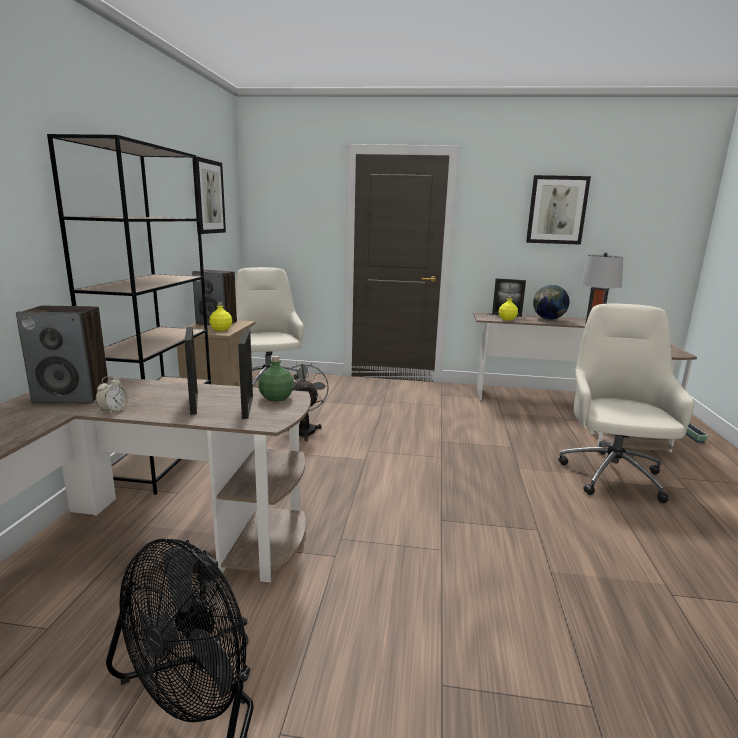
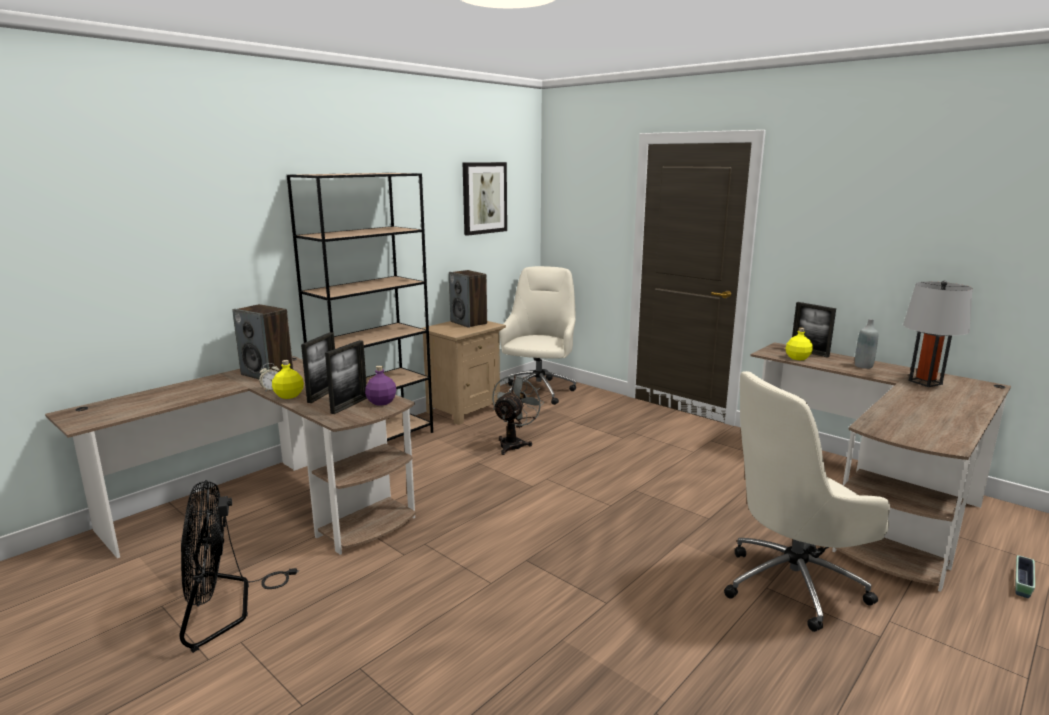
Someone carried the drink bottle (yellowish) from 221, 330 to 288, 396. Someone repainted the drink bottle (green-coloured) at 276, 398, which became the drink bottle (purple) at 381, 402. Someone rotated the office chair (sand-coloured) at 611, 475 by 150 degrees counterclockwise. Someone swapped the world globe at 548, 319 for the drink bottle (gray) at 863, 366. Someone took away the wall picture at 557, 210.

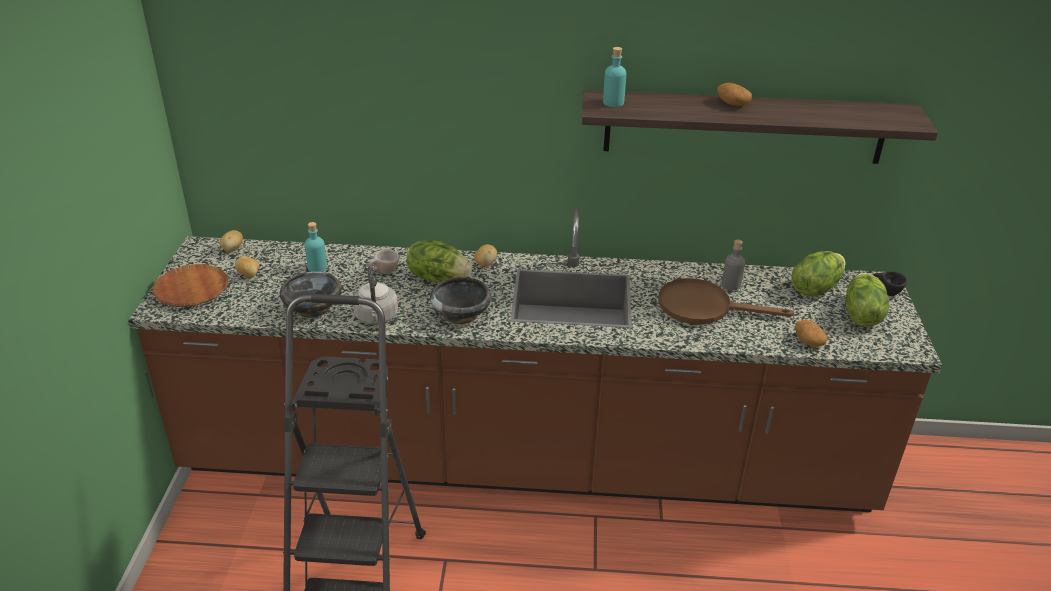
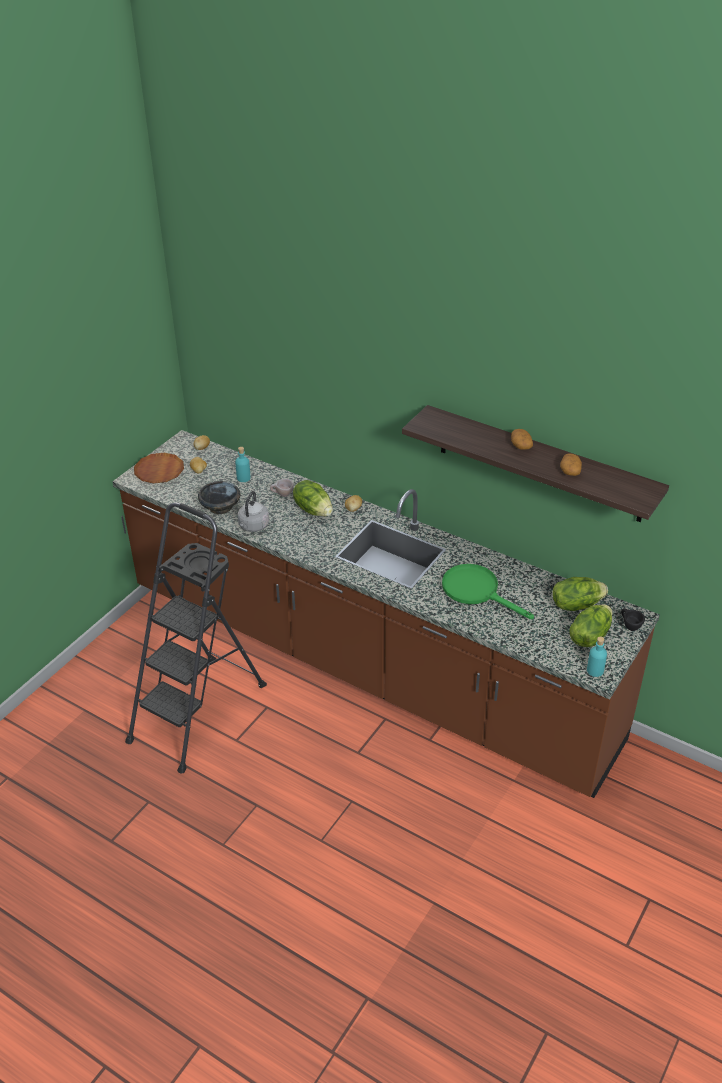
Someone repainted the skillet (brownish) at 704, 307, which became the skillet (green-coloured) at 477, 591. Someone carried the potato from 808, 341 to 570, 471. Someone carried the drink bottle (turquoise-coloured) from 613, 103 to 595, 670. Someone took away the serving bowl (black) at 461, 314. Someone took away the drink bottle (gray) at 731, 285.

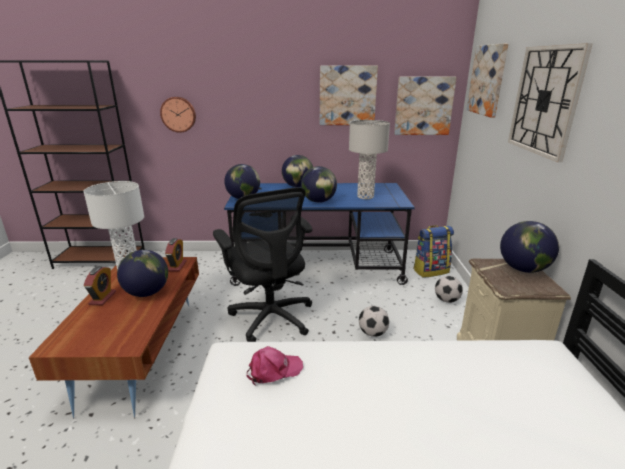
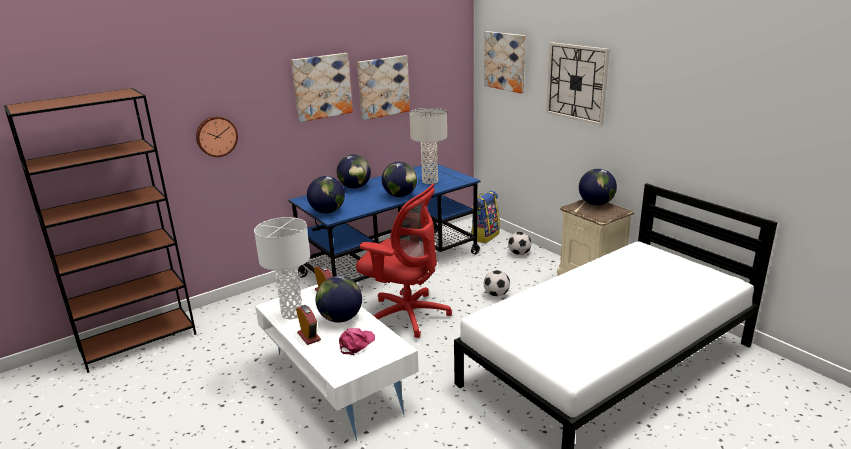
Someone repainted the low table (brownish) at 141, 352, which became the low table (whitish) at 336, 383. Someone carried the wall picture from 423, 106 to 322, 86. Someone carried the cap (pinkish) from 273, 370 to 356, 344. Someone repainted the office chair (black) at 268, 315, which became the office chair (red-coloured) at 403, 315.

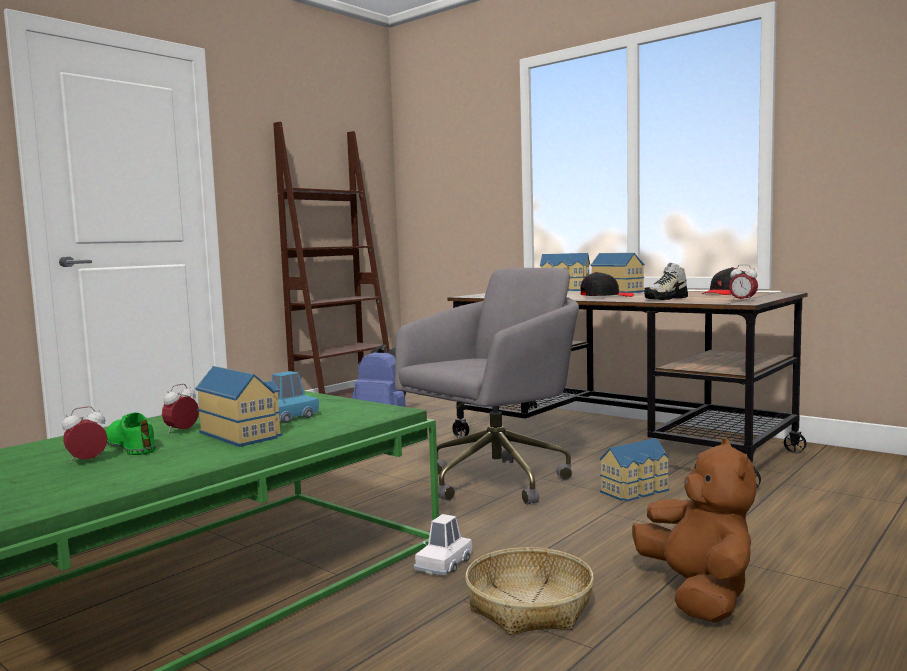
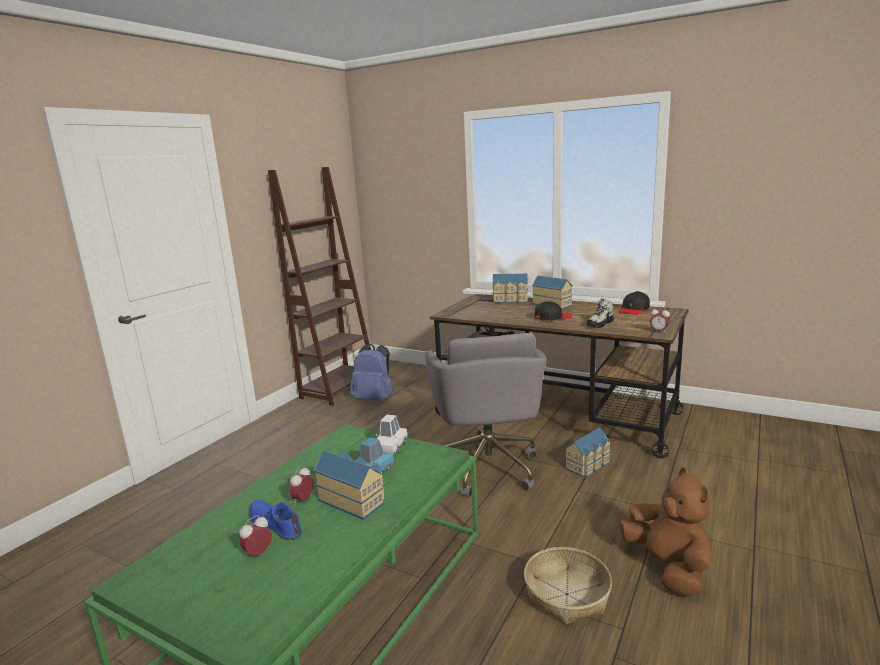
Someone repainted the shoe (green-coloured) at 131, 444, which became the shoe (bluish) at 275, 524. Someone carried the toy car (whitish) from 444, 564 to 390, 446. Someone rotated the office chair (gray) at 492, 484 by 135 degrees clockwise.

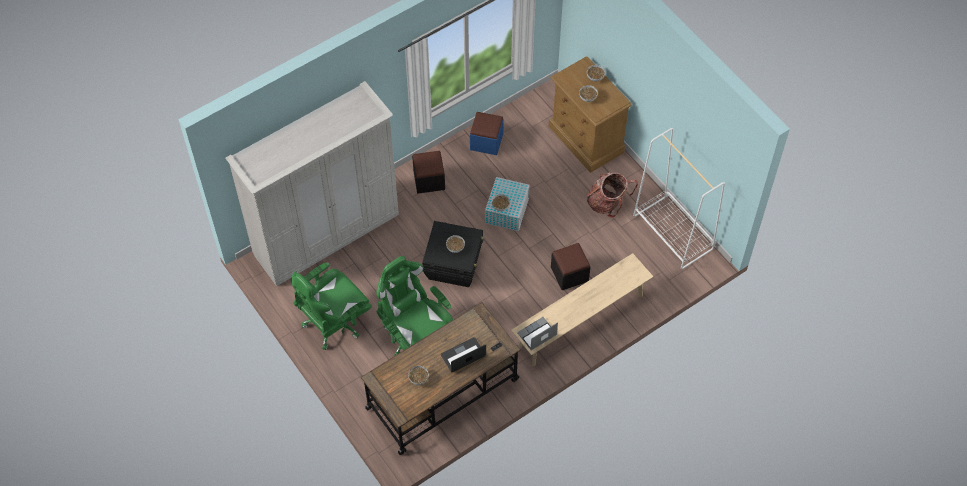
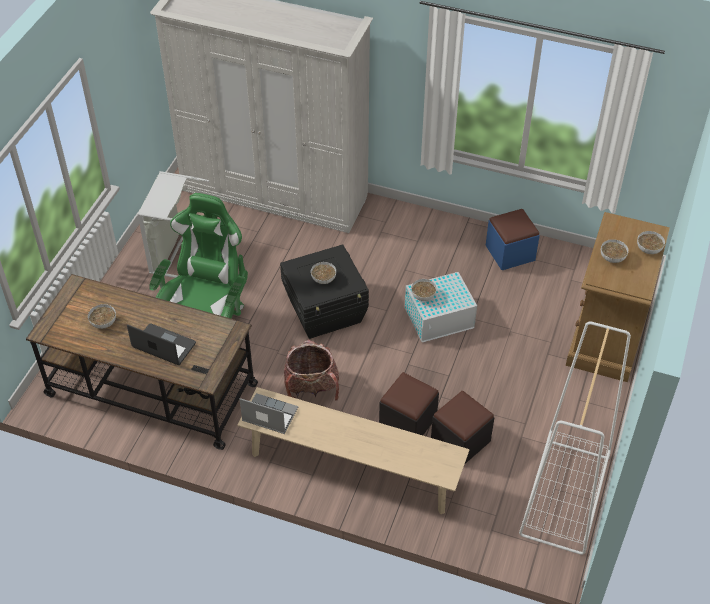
Someone swapped the office chair (green-coloured) at 335, 321 for the laundry basket (gray) at 175, 255. Someone carried the rucksack from 607, 203 to 311, 388. Someone carried the ottoman (black) from 429, 180 to 460, 441.

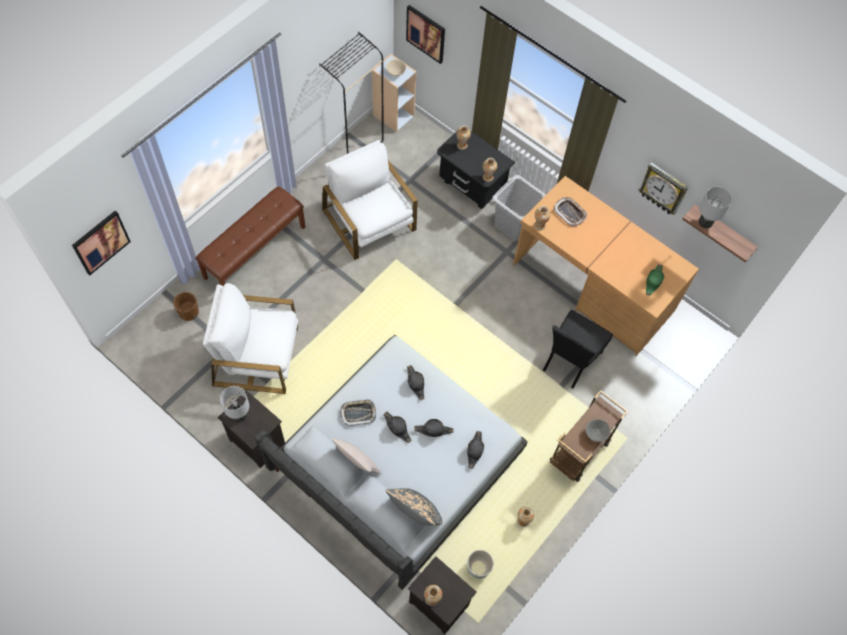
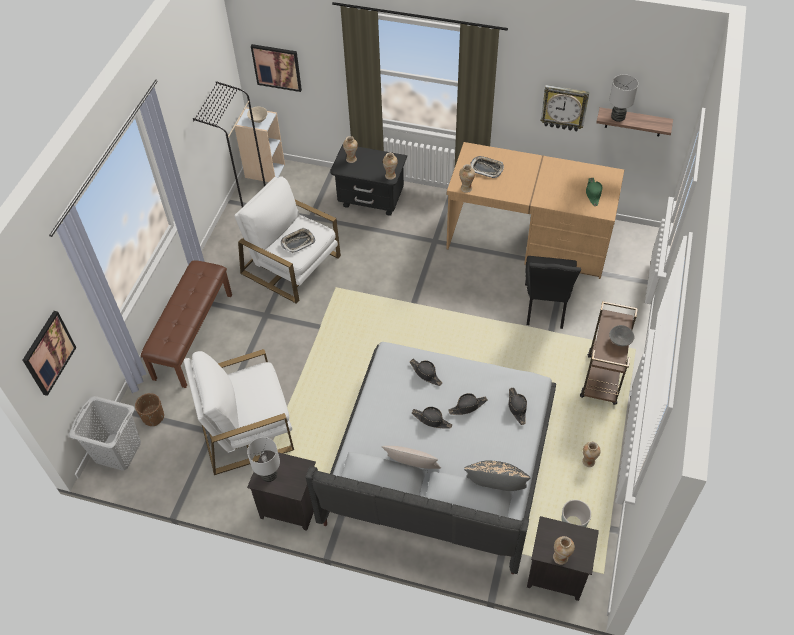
Someone carried the laundry basket (gray) from 513, 225 to 118, 452. Someone carried the serving tray from 358, 413 to 298, 242.

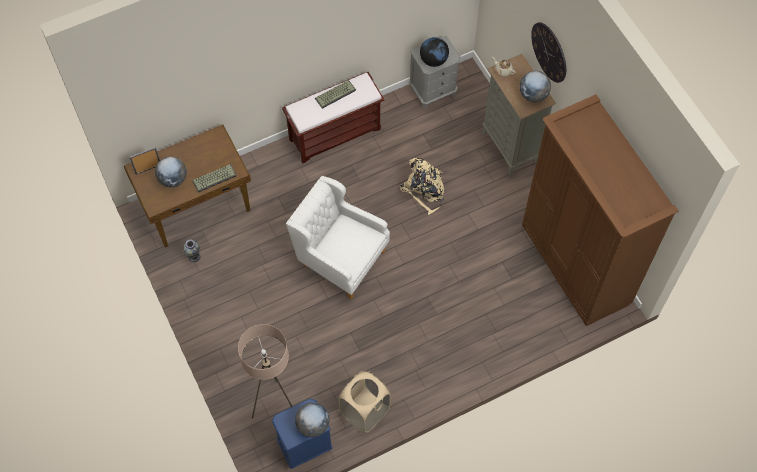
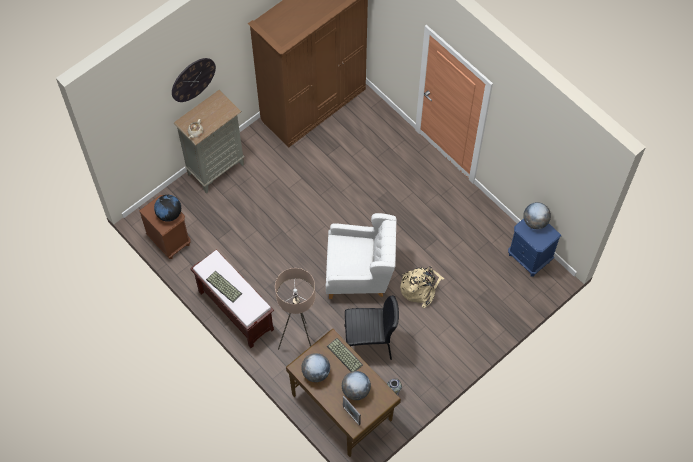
Someone repainted the nightstand (gray) at 433, 91, which became the nightstand (brownish) at 169, 241. Someone carried the standard lamp (sand-coloured) from 276, 406 to 299, 343. Someone carried the world globe from 533, 95 to 316, 372. Someone rotated the easy chair (whitish) at 339, 258 by 105 degrees counterclockwise. Someone put down the chair (black) at 370, 342. Someone carried the rucksack (sand-coloured) from 424, 190 to 420, 287. Someone took away the laundry basket (sand-coloured) at 365, 412.

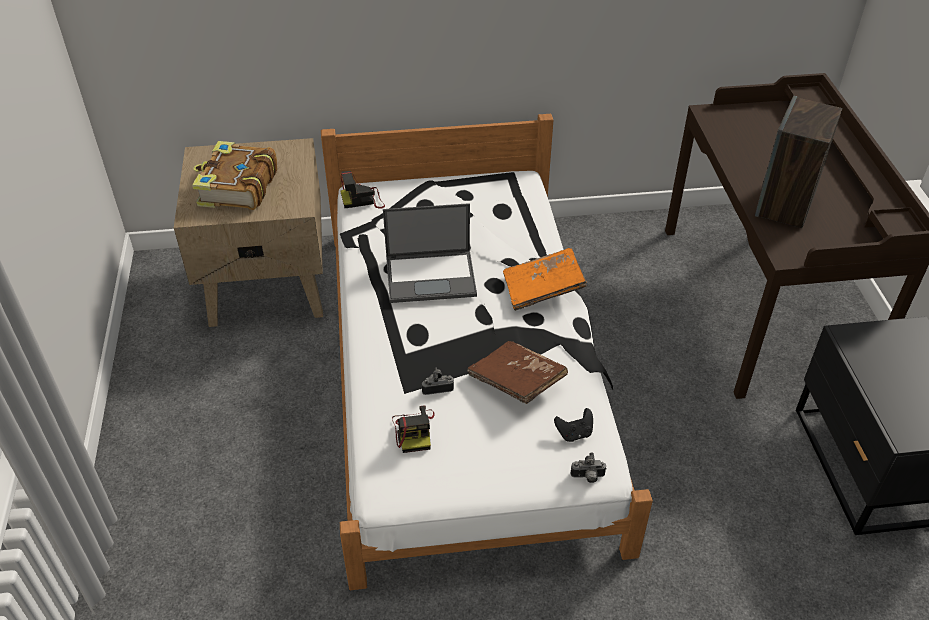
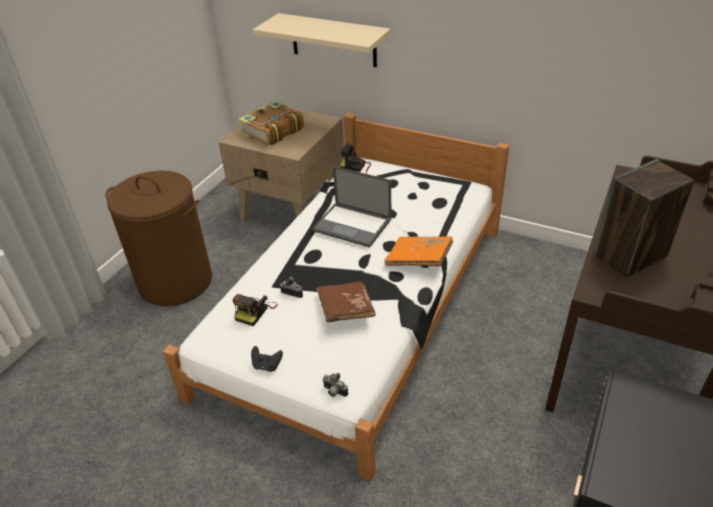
Someone put down the laundry basket (brownish) at 176, 281. Someone carried the game controller (black) from 574, 433 to 267, 366. Someone put up the wall shelf (sand-coloured) at 333, 40.

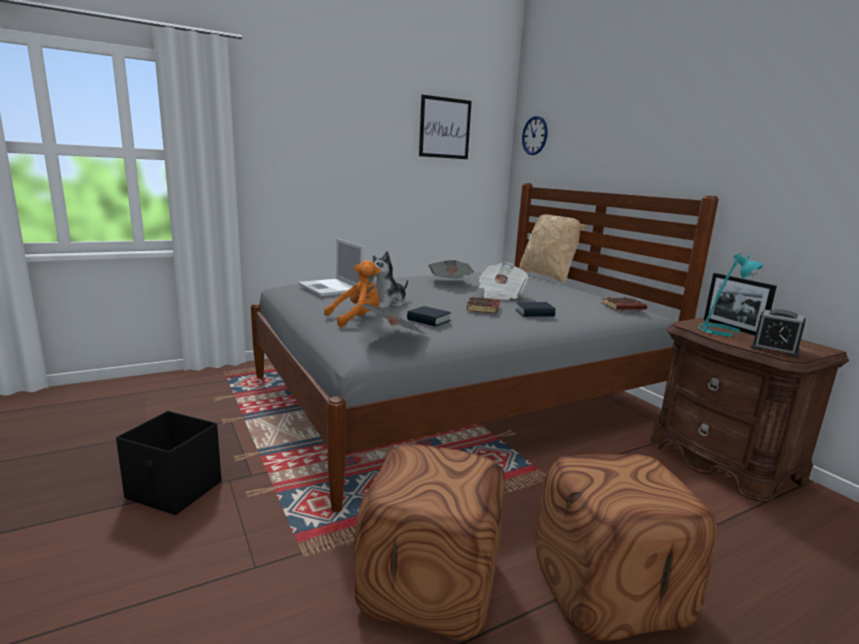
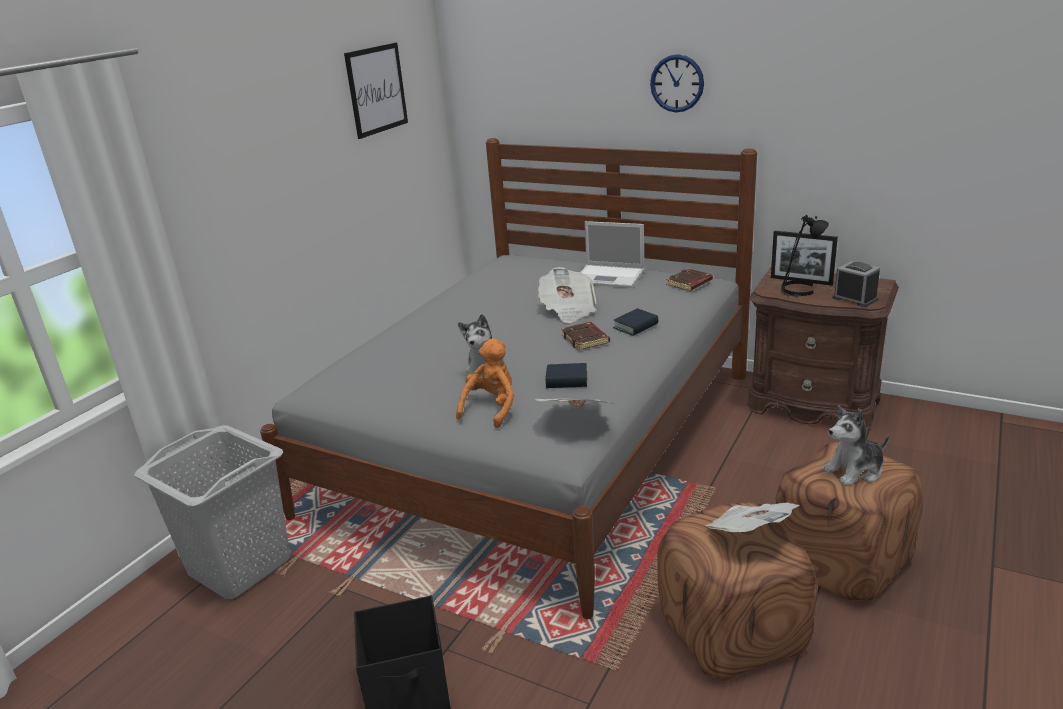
Someone put down the laundry basket (gray) at 240, 565. Someone carried the laptop from 331, 288 to 610, 277. Someone carried the hanging clock from 534, 135 to 677, 83. Someone carried the printed paper from 450, 282 to 749, 534. Someone repainted the table lamp (turquoise-coloured) at 720, 332, which became the table lamp (black) at 799, 290. Someone put down the soft toy at 854, 470. Someone rotated the table clock at 774, 349 by 135 degrees counterclockwise. Someone took away the pillow (sand-coloured) at 548, 277.

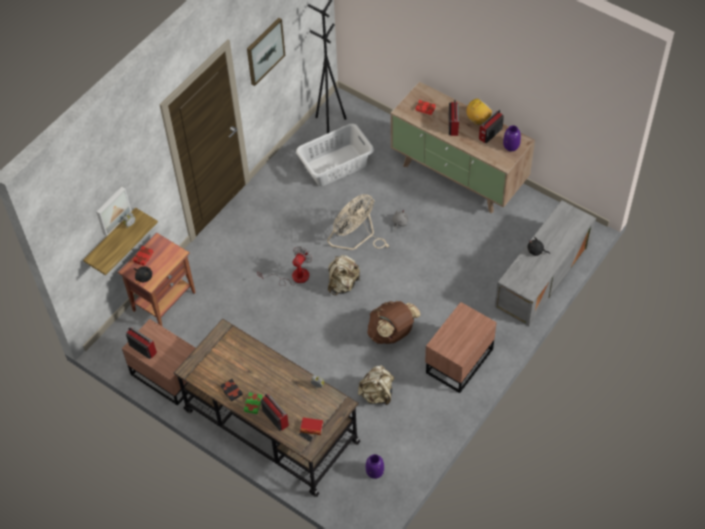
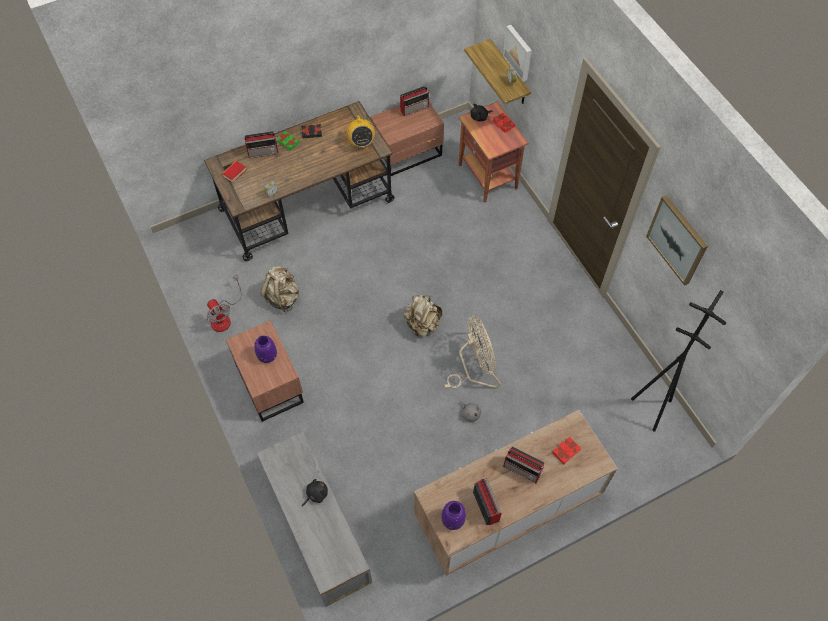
Someone carried the cooling fan from 293, 276 to 224, 316. Someone carried the decorative vase (purple) from 374, 472 to 267, 355. Someone carried the radio receiver from 478, 120 to 361, 143. Someone took away the laundry basket (gray) at 336, 165. Someone took away the rucksack (brownish) at 392, 333.

